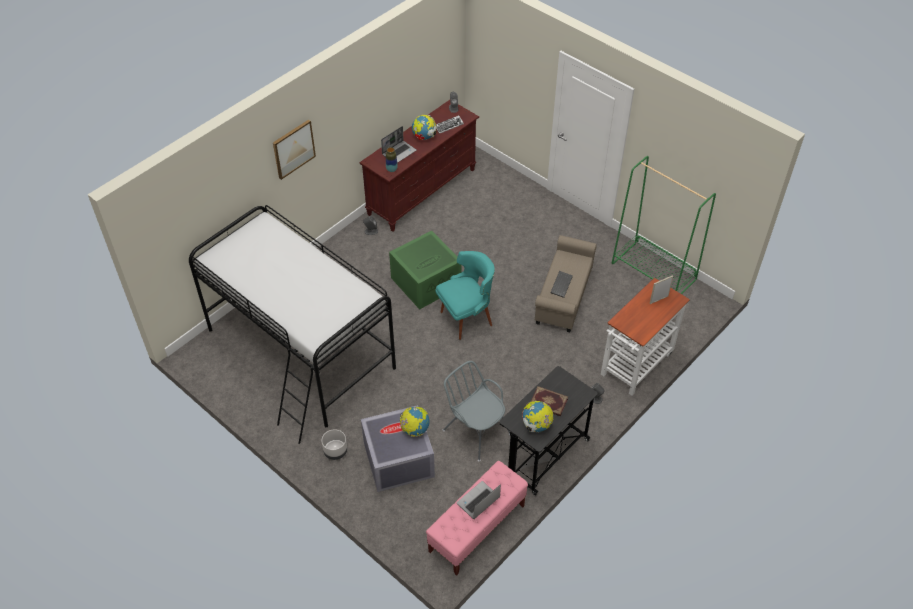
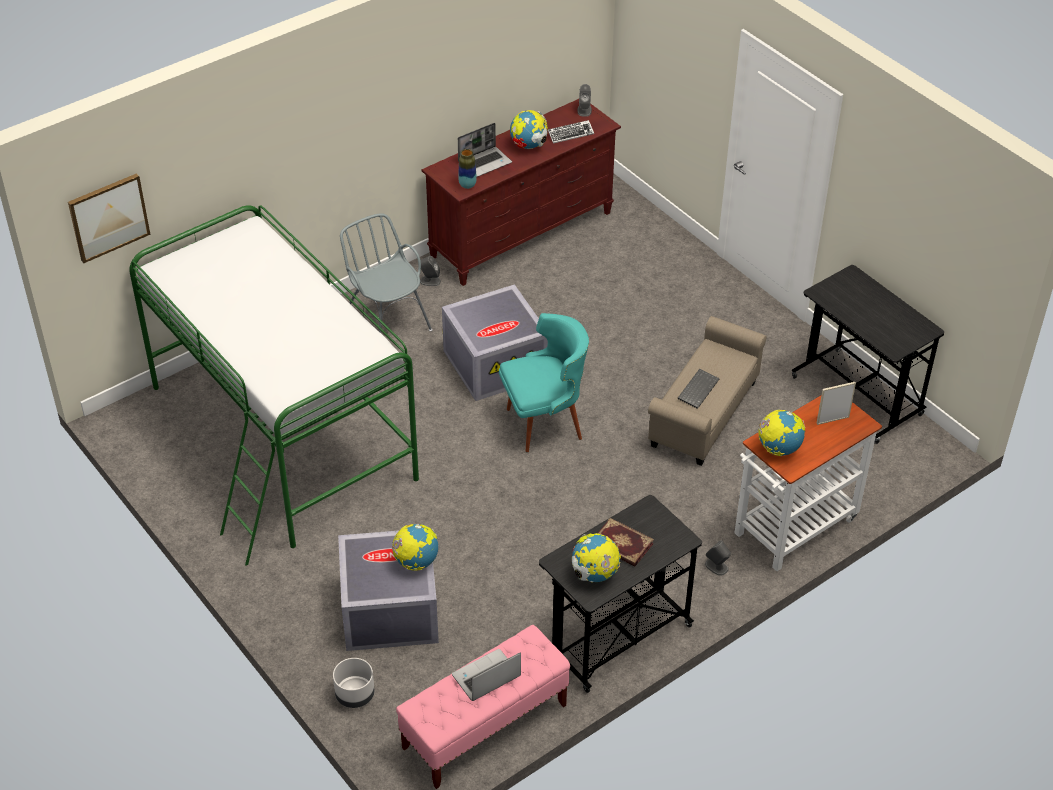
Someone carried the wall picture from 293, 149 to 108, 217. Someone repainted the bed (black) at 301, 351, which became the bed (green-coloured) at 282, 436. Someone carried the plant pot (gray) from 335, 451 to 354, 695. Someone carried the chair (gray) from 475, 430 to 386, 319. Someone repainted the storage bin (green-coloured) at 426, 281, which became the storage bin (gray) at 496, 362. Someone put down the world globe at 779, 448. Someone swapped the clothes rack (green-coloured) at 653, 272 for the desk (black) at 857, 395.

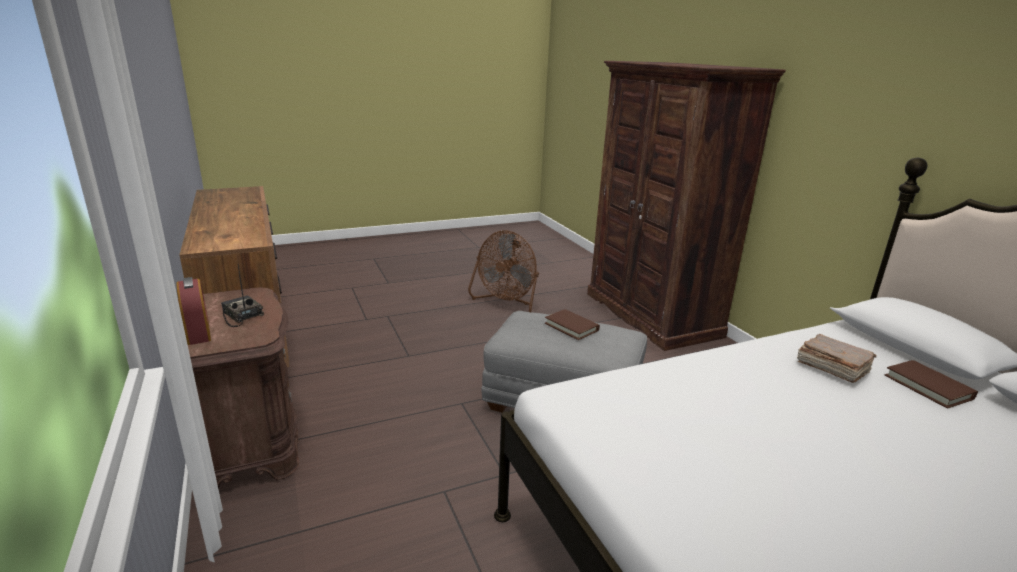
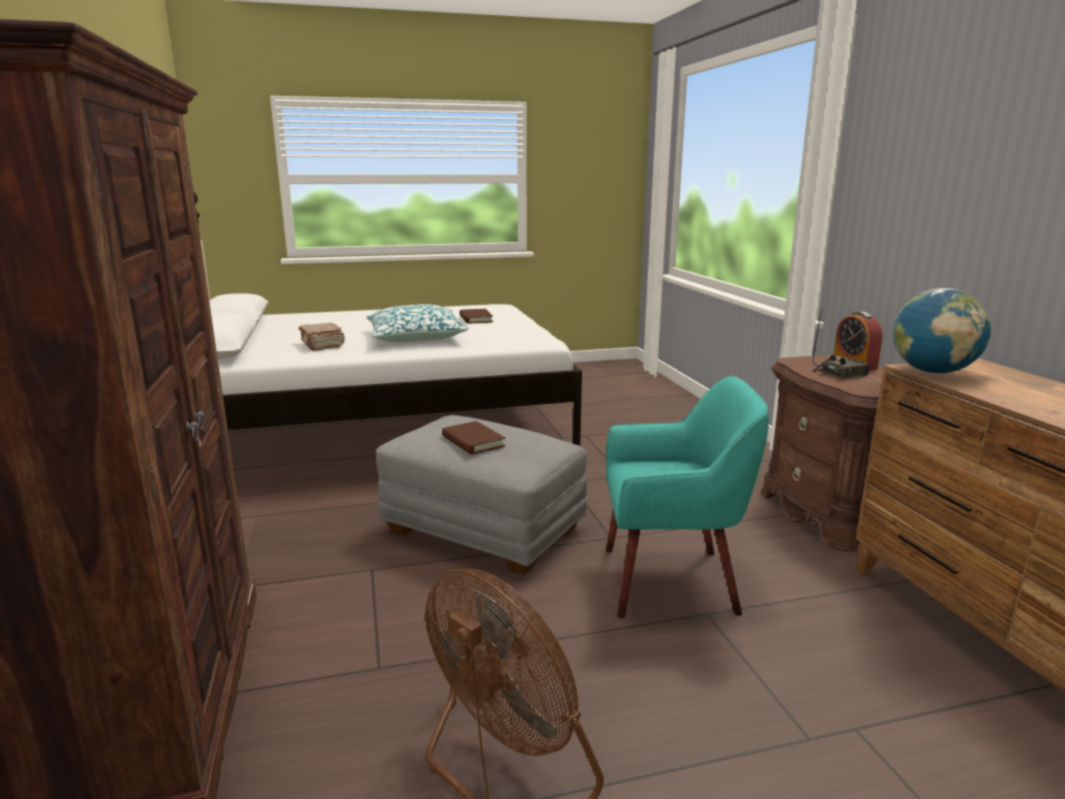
Someone put down the pillow at 415, 337. Someone carried the bound book (brownish) from 928, 387 to 475, 319. Someone put down the easy chair (turquoise-coloured) at 671, 581. Someone rotated the radio receiver at 241, 316 by 75 degrees counterclockwise. Someone put down the world globe at 933, 371.

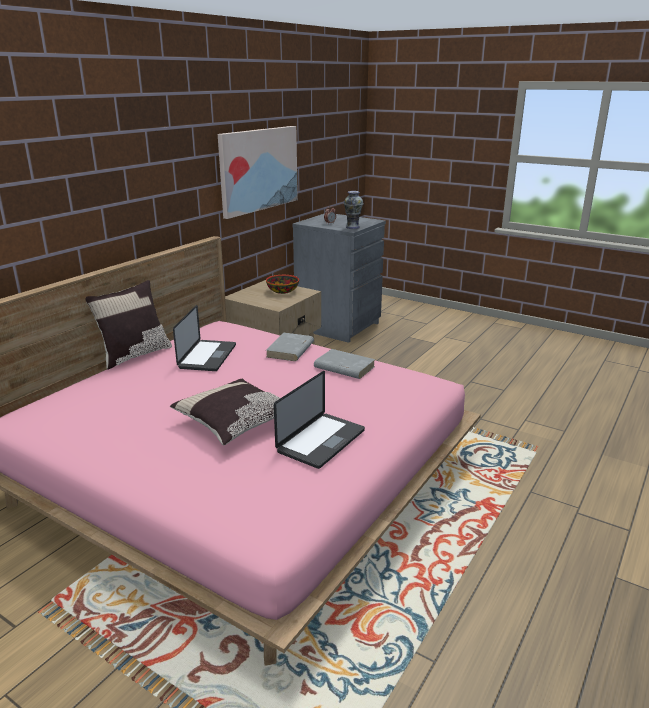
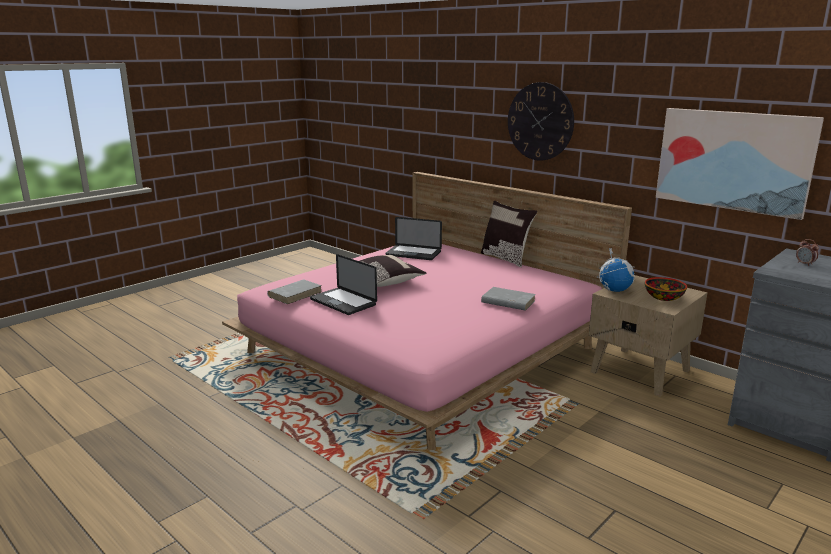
Someone carried the bound book (gray) from 344, 367 to 295, 294. Someone carried the laptop from 207, 356 to 413, 253. Someone put up the hanging clock at 540, 121. Someone put down the world globe at 614, 290. Someone took away the decorative vase at 352, 227.

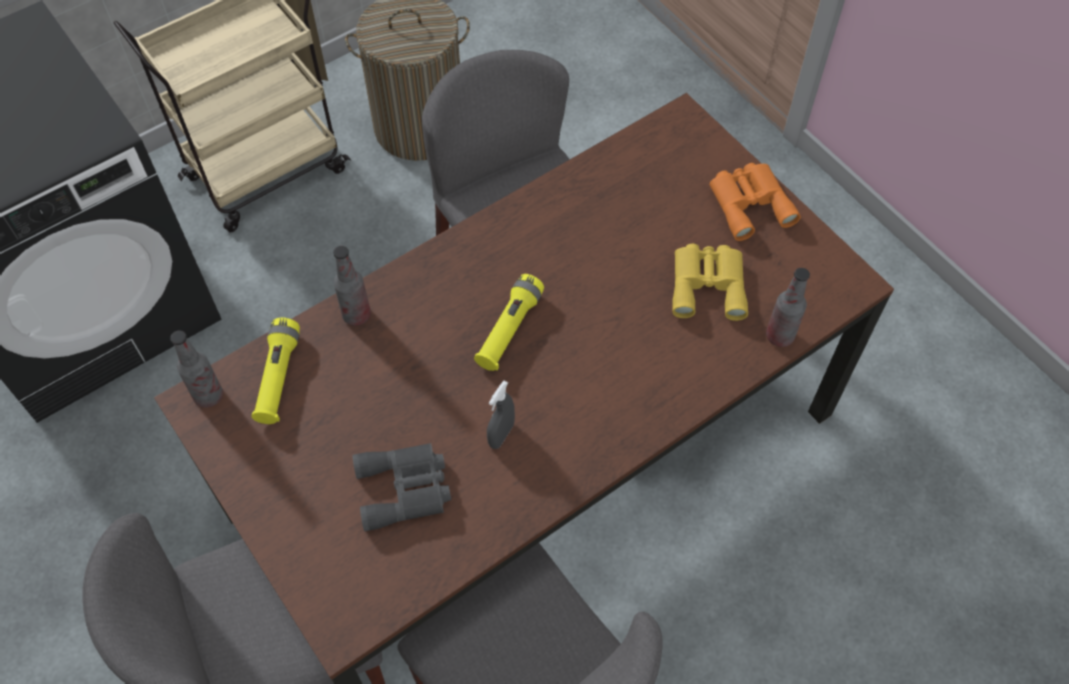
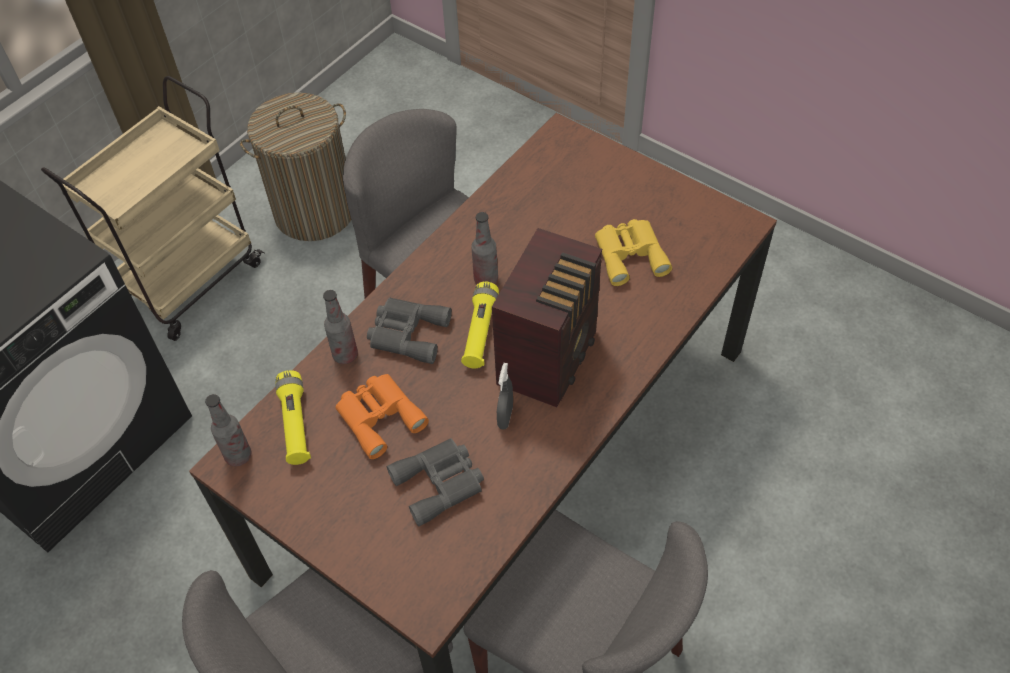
Someone carried the pair of binoculars (orange) from 749, 203 to 379, 416. Someone put down the pair of binoculars (gray) at 406, 333. Someone carried the drink bottle from 779, 336 to 486, 279. Someone put down the radio receiver at 550, 357.

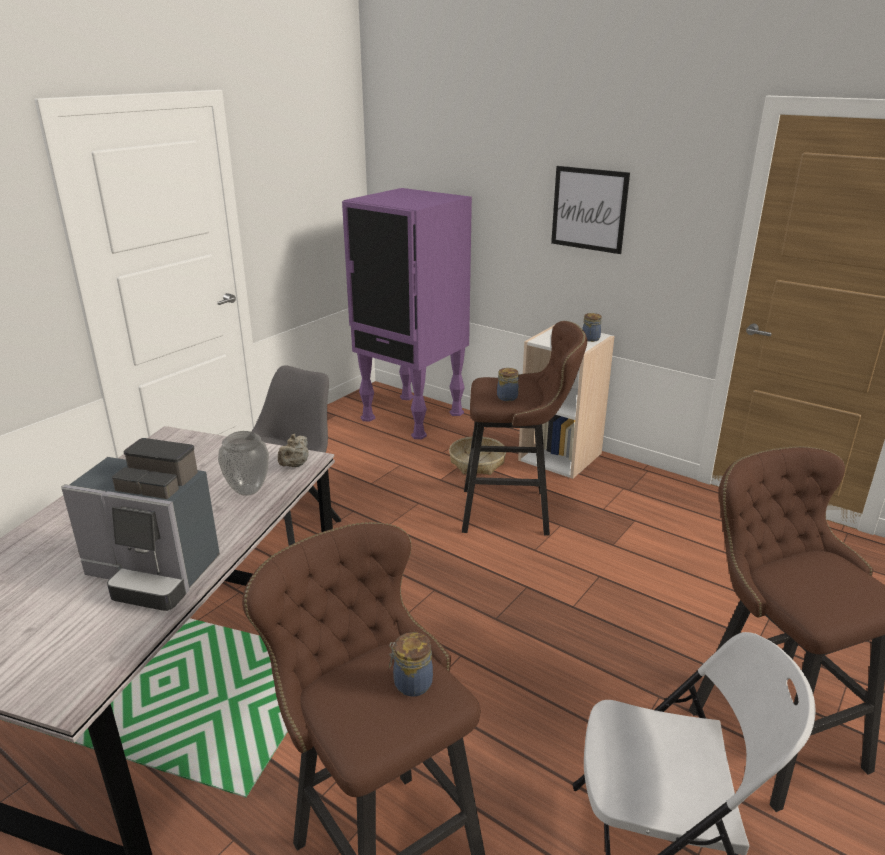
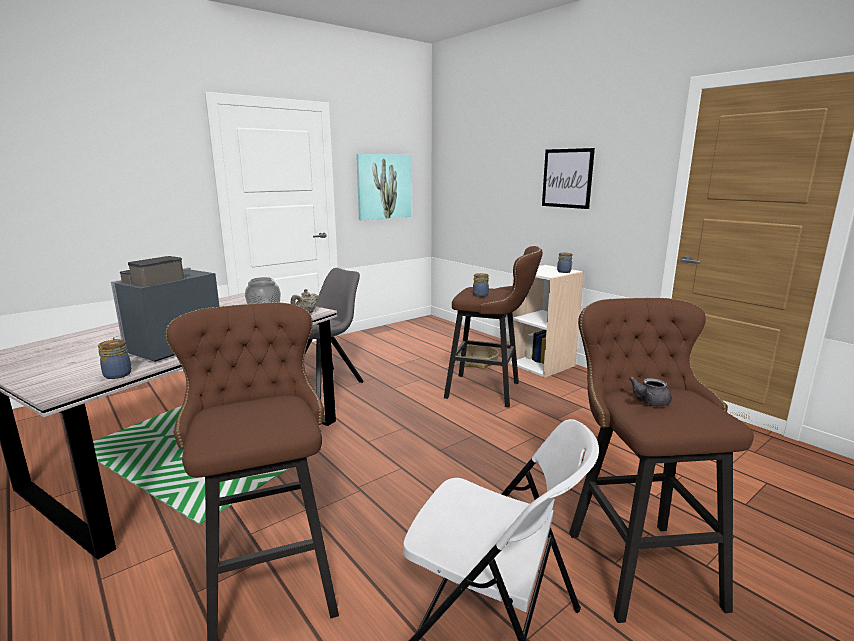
Someone carried the jar from 411, 683 to 117, 374. Someone rotated the coffee brewer at 154, 573 by 90 degrees clockwise. Someone put up the wall picture at 384, 186. Someone put down the tea pot (gray) at 648, 402. Someone took away the cupboard (purple) at 412, 416.

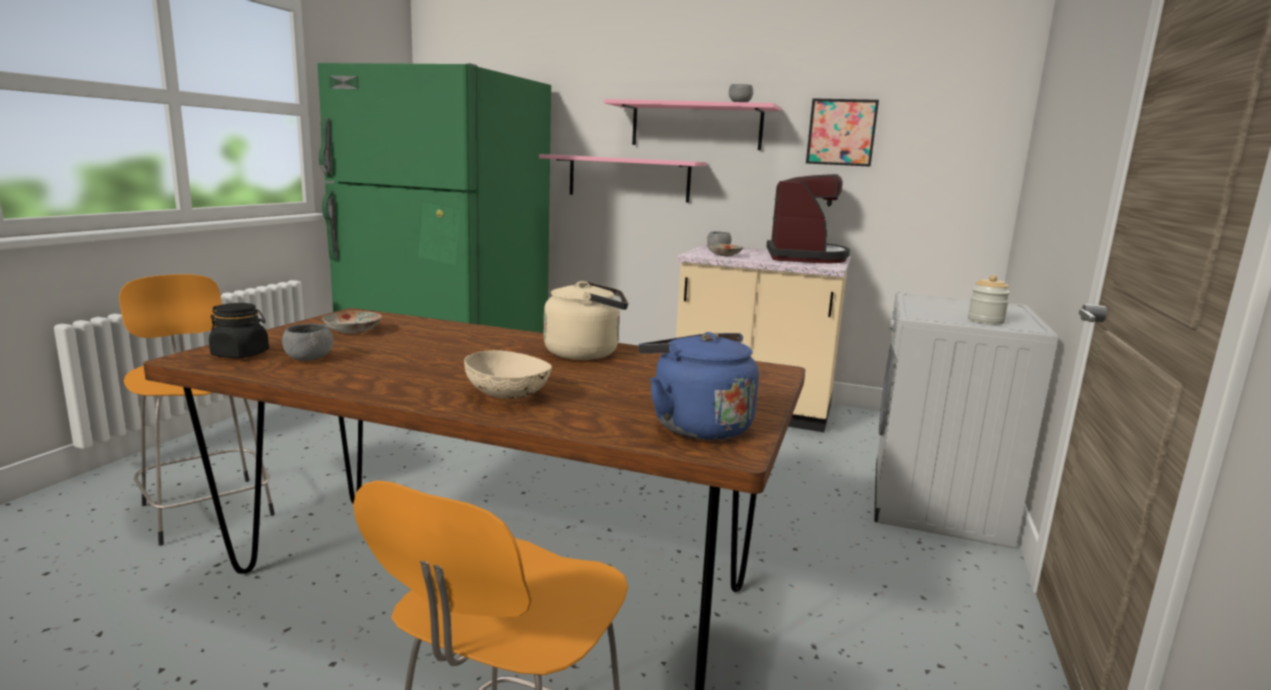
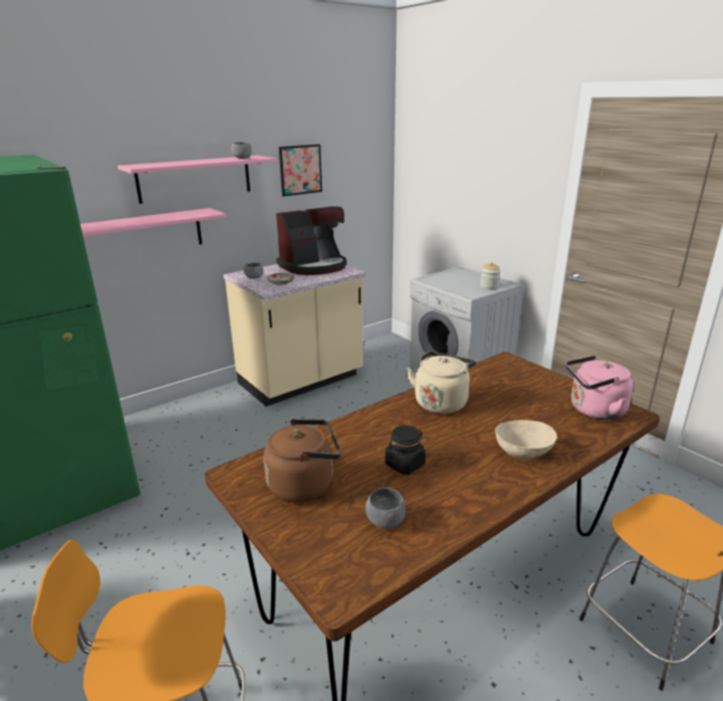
Someone swapped the flat dish at 353, 331 for the tea kettle (brownish) at 305, 484. Someone rotated the coffee brewer at 804, 257 by 105 degrees clockwise. Someone carried the jar (black) from 241, 354 to 405, 464. Someone repainted the tea kettle (bluish) at 696, 425, which became the tea kettle (pinkish) at 593, 410.

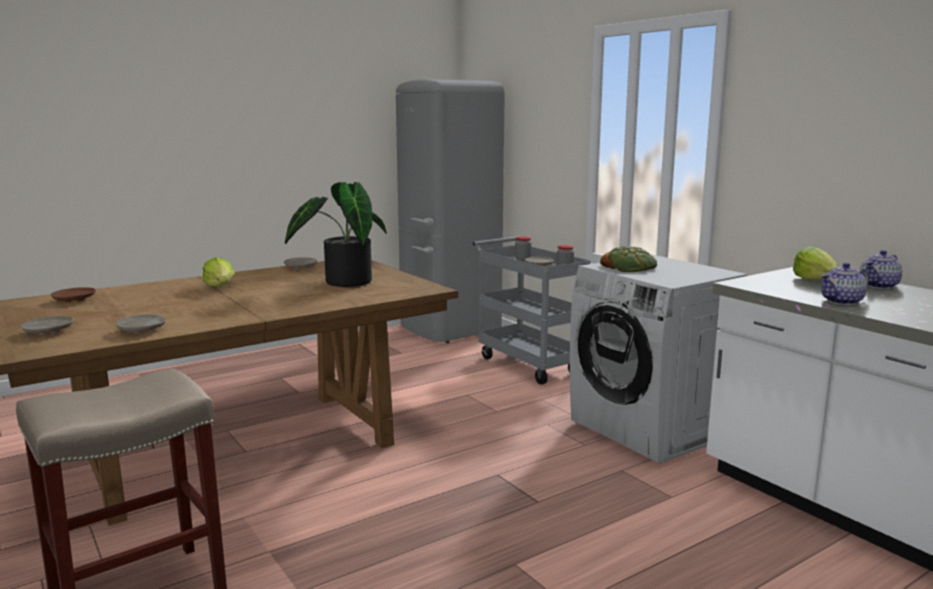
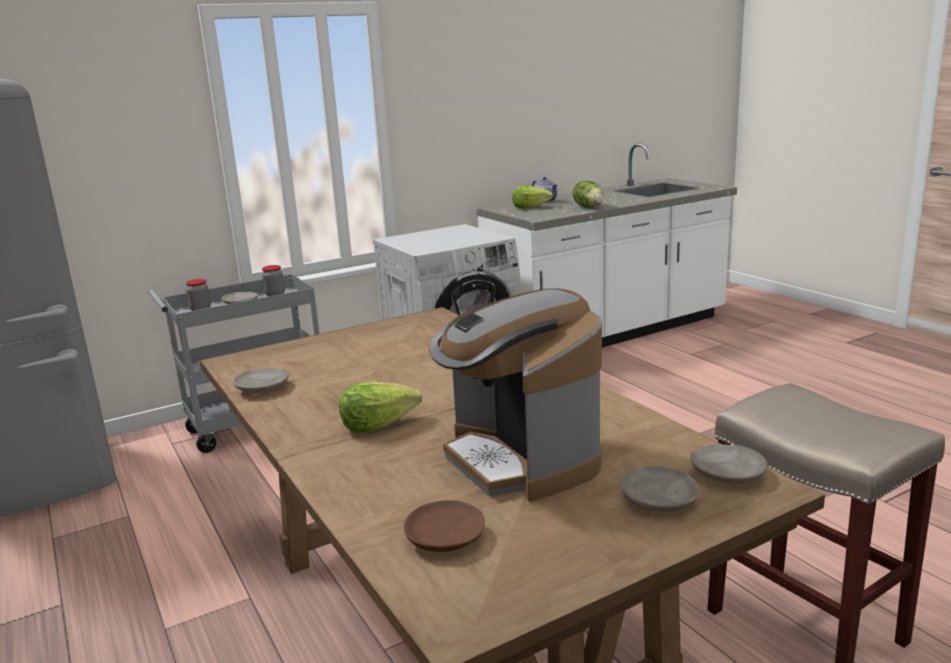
Someone put down the coffee brewer at 520, 460. Someone swapped the tea pot at 842, 301 for the lettuce at 589, 207. Someone carried the flat dish (sand-coloured) from 142, 330 to 728, 474. Someone took away the potted plant at 343, 282. Someone took away the bread at 629, 266.

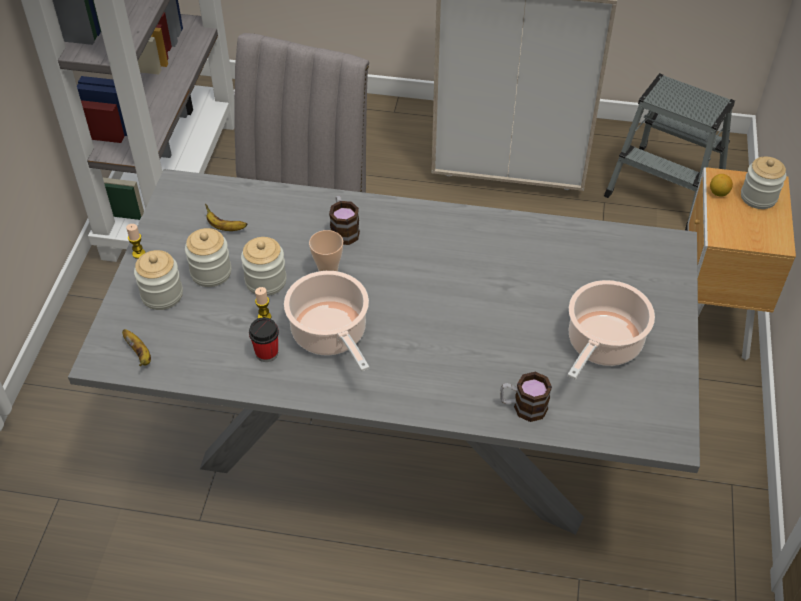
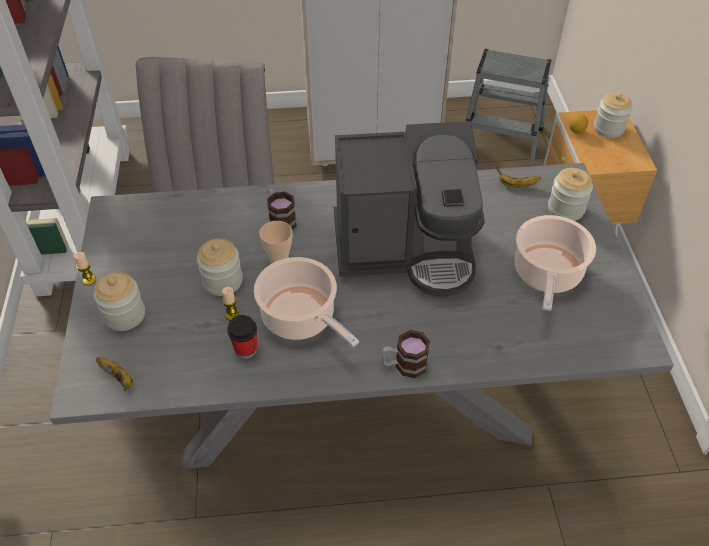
Someone put down the coffee brewer at 406, 249. Someone carried the coffee mug from 523, 407 to 404, 365. Someone carried the banana fruit from 225, 227 to 516, 185. Someone carried the jar from 211, 272 to 566, 209.

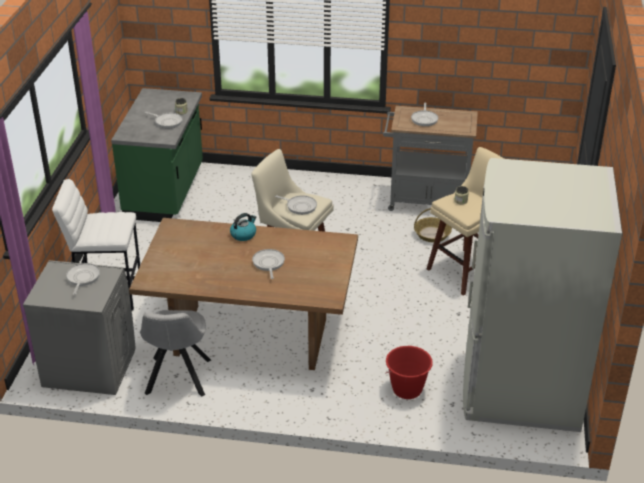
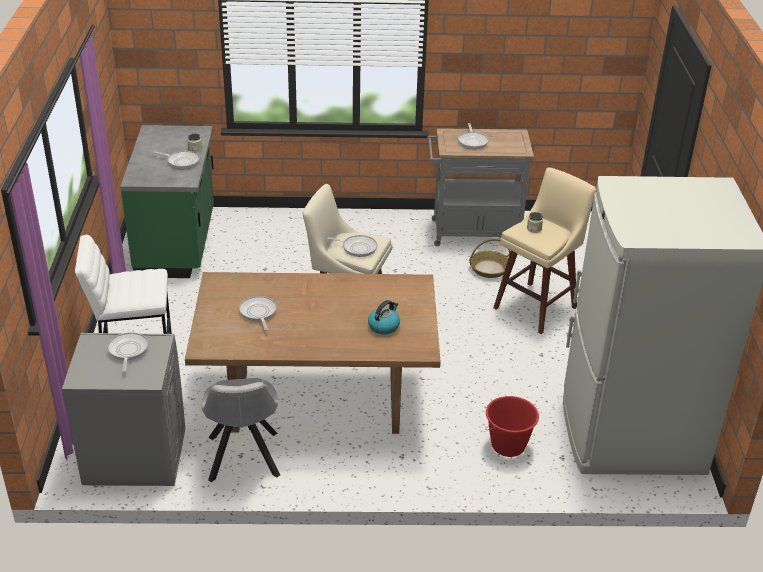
Someone carried the skillet from 268, 263 to 258, 313. Someone carried the tea kettle from 243, 234 to 384, 326.

